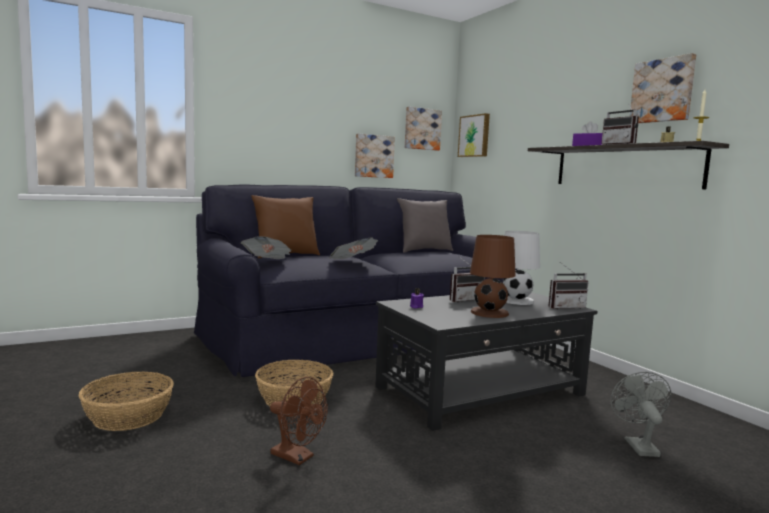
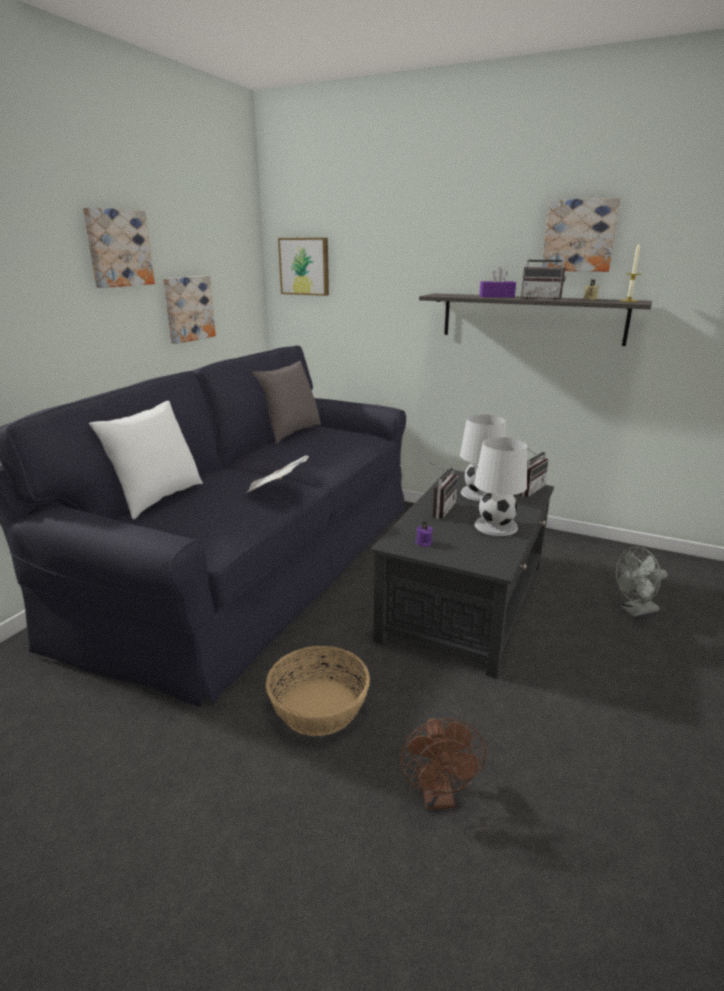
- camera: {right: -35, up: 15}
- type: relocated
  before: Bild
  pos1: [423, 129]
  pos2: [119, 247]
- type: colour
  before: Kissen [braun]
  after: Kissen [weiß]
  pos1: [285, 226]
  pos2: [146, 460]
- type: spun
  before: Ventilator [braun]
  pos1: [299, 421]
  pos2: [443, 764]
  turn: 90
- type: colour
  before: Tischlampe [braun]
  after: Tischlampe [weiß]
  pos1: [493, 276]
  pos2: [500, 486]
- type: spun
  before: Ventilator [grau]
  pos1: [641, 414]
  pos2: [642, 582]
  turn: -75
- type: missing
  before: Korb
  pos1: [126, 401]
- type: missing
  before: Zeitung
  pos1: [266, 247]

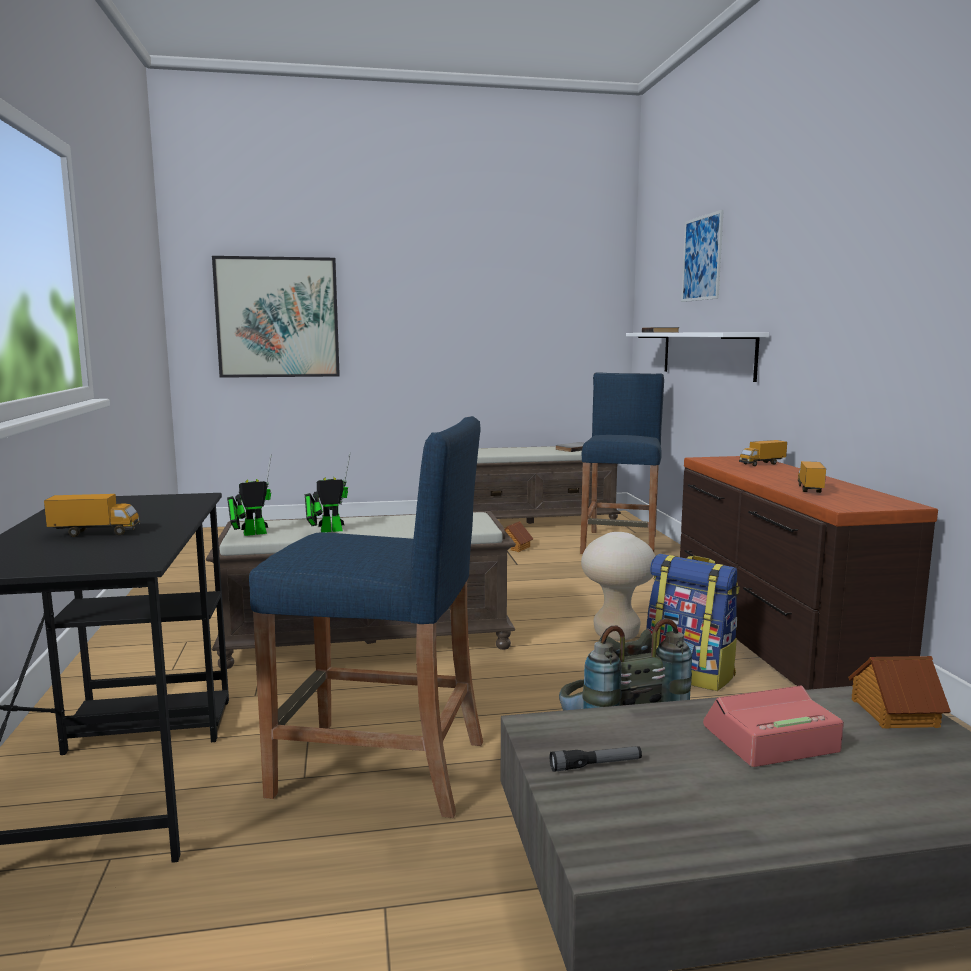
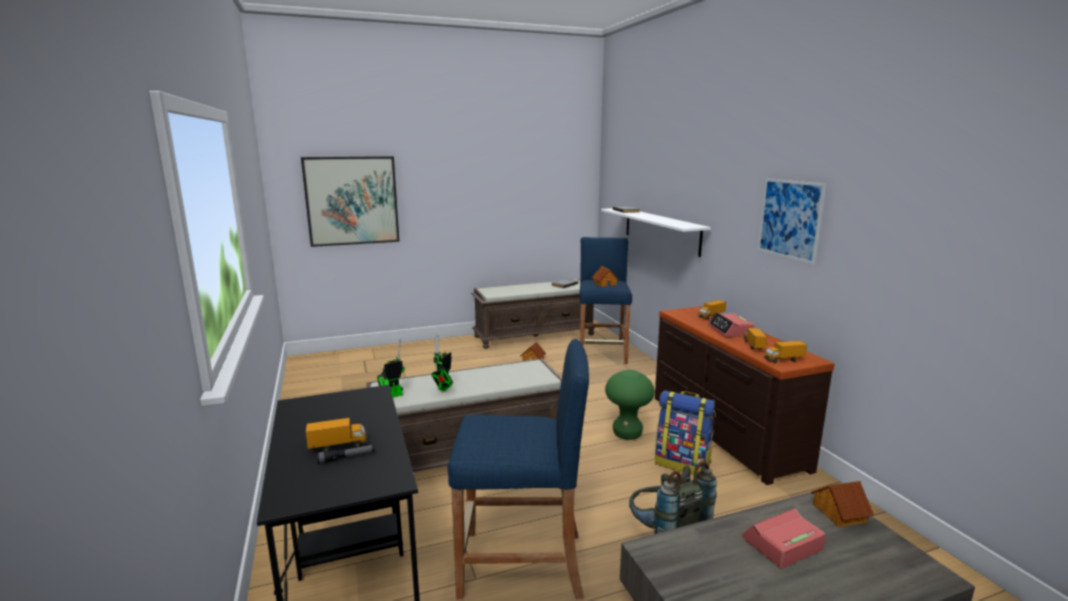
- camera: {right: -10, up: 5}
- type: relocated
  before: Taschenlampe
  pos1: [596, 759]
  pos2: [345, 454]
- type: spun
  before: Spielzeugroboter
  pos1: [327, 492]
  pos2: [442, 362]
  turn: -45
- type: appeared
  after: Spielzeughaus
  pos2: [605, 276]
- type: colour
  before: Hocker [beige]
  after: Hocker [grün]
  pos1: [618, 586]
  pos2: [630, 405]
- type: appeared
  after: Wecker
  pos2: [731, 324]
- type: relocated
  before: Bild
  pos1: [702, 256]
  pos2: [792, 221]
- type: appeared
  after: Spielzeuglaster
  pos2: [785, 351]

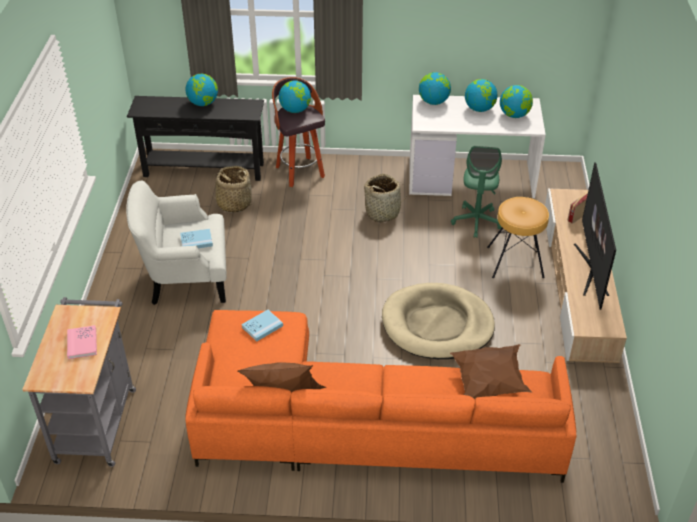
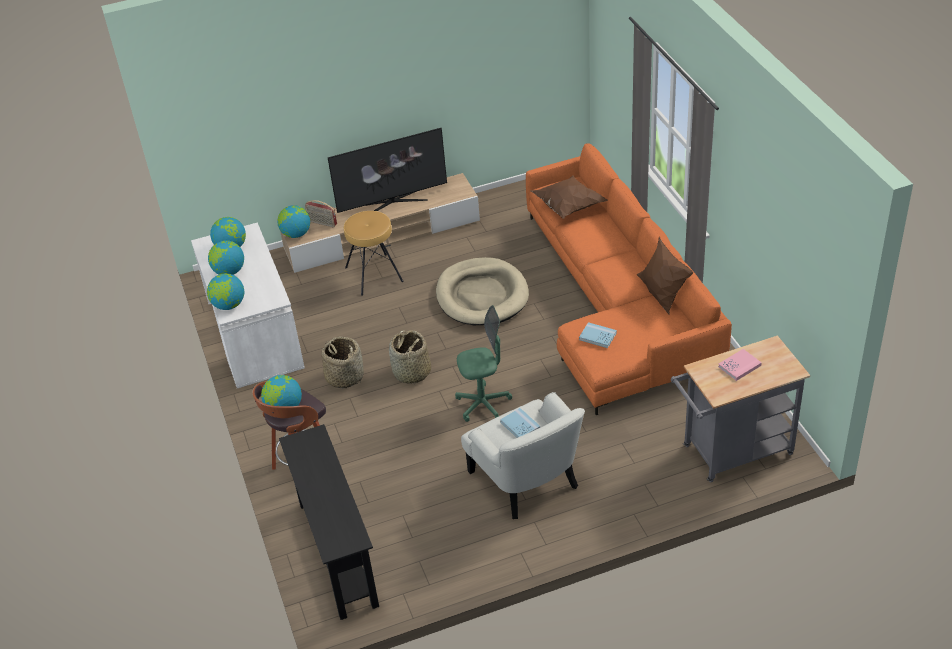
- camera: {right: -110, up: 0}
- type: relocated
  before: Globus
  pos1: [202, 90]
  pos2: [293, 221]
- type: relocated
  before: Korb
  pos1: [232, 189]
  pos2: [410, 357]
- type: relocated
  before: Bürostuhl [grün]
  pos1: [476, 191]
  pos2: [483, 363]

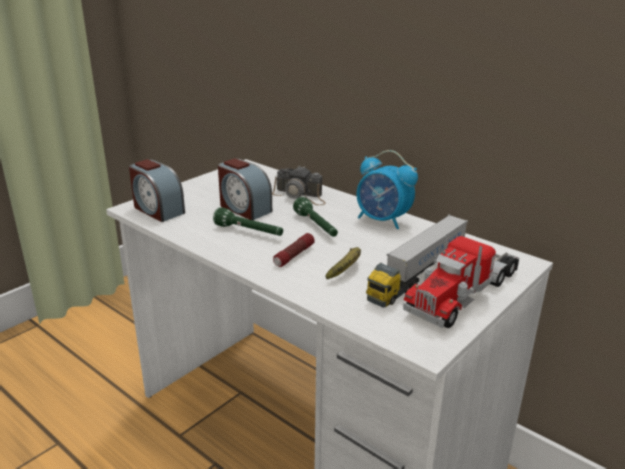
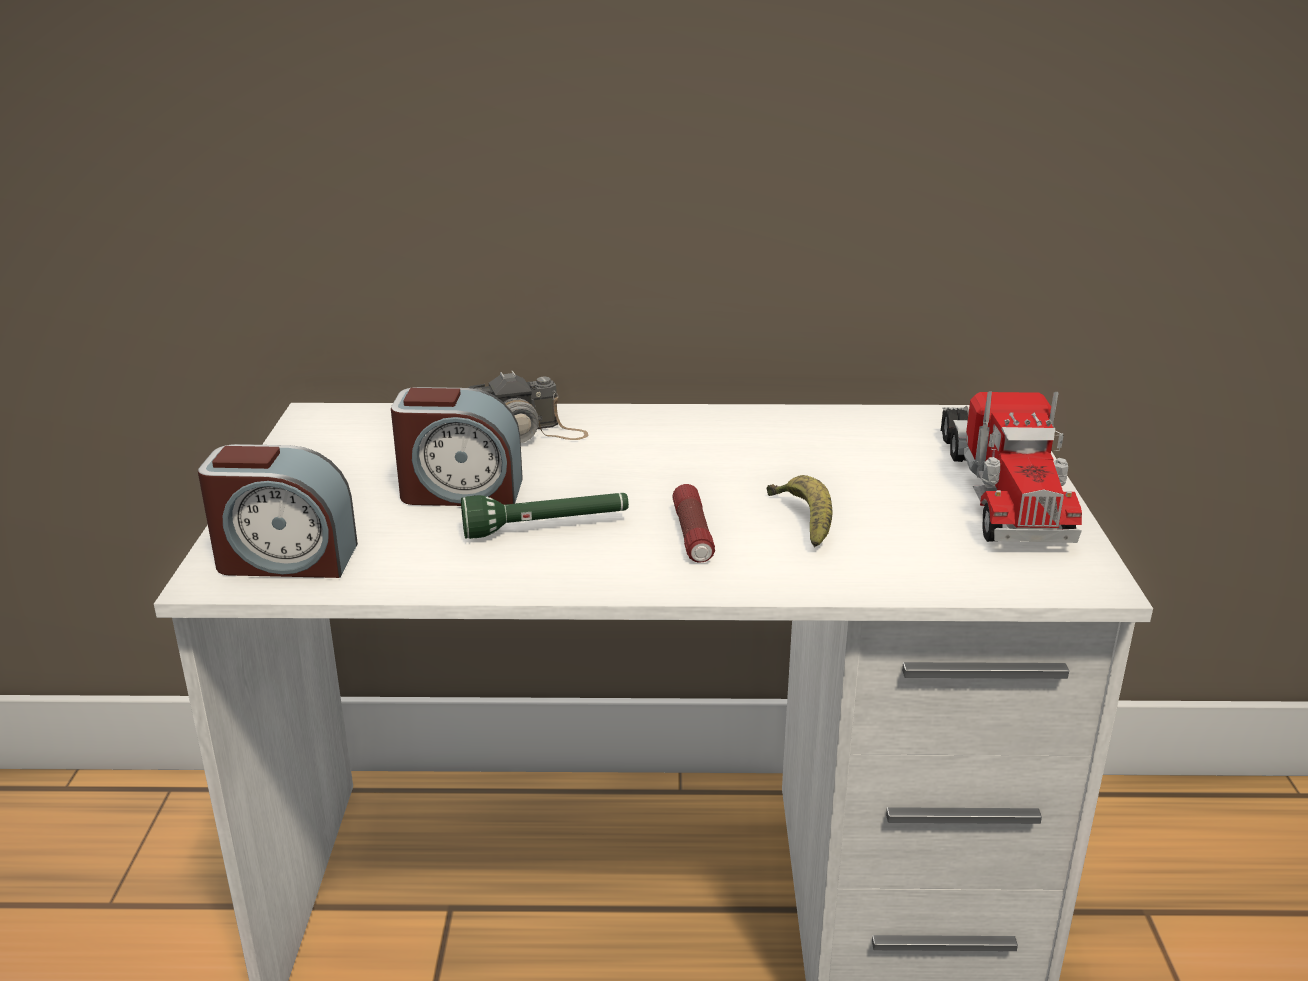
- camera: {right: -40, up: 0}
- type: missing
  before: Taschenlampe [grün]
  pos1: [315, 217]
- type: missing
  before: Wecker
  pos1: [387, 189]
- type: missing
  before: Spielzeuglaster
  pos1: [417, 261]

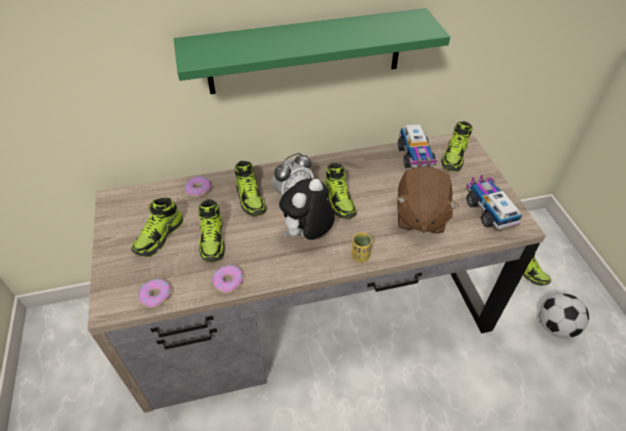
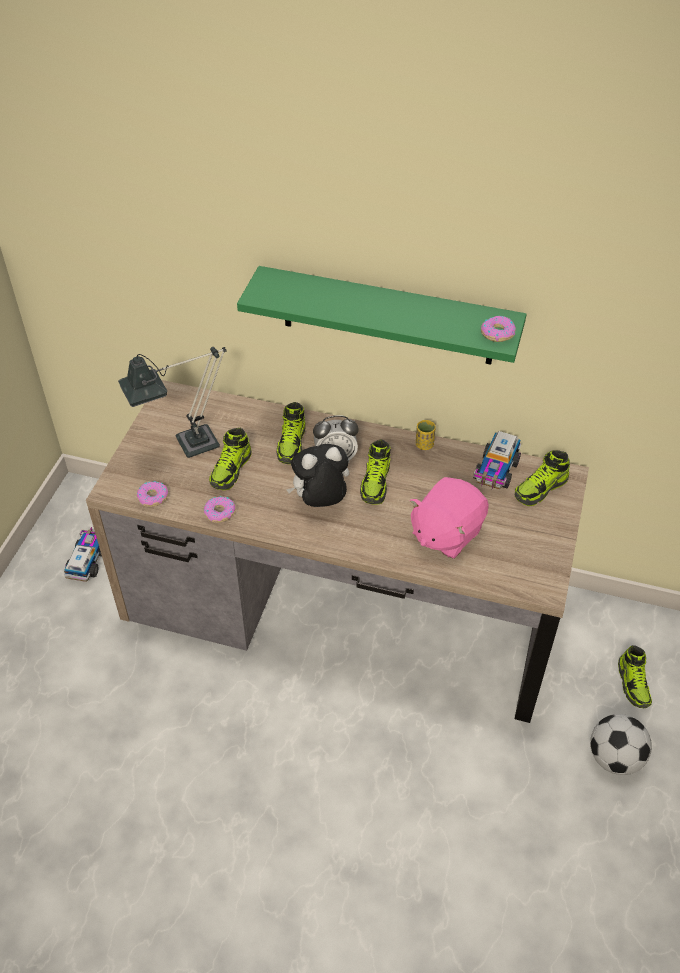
- camera: {right: 30, up: 0}
- type: relocated
  before: Spielzeuglaster
  pos1: [494, 203]
  pos2: [83, 554]
- type: exchanged
  before: Schuh
  after: Tischlampe
  pos1: [157, 227]
  pos2: [172, 402]
- type: colour
  before: Plüschtier [braun]
  after: Plüschtier [rosa]
  pos1: [427, 200]
  pos2: [449, 518]
- type: relocated
  before: Tasse [gelb]
  pos1: [362, 248]
  pos2: [426, 435]
- type: relocated
  before: Donut
  pos1: [197, 187]
  pos2: [498, 329]

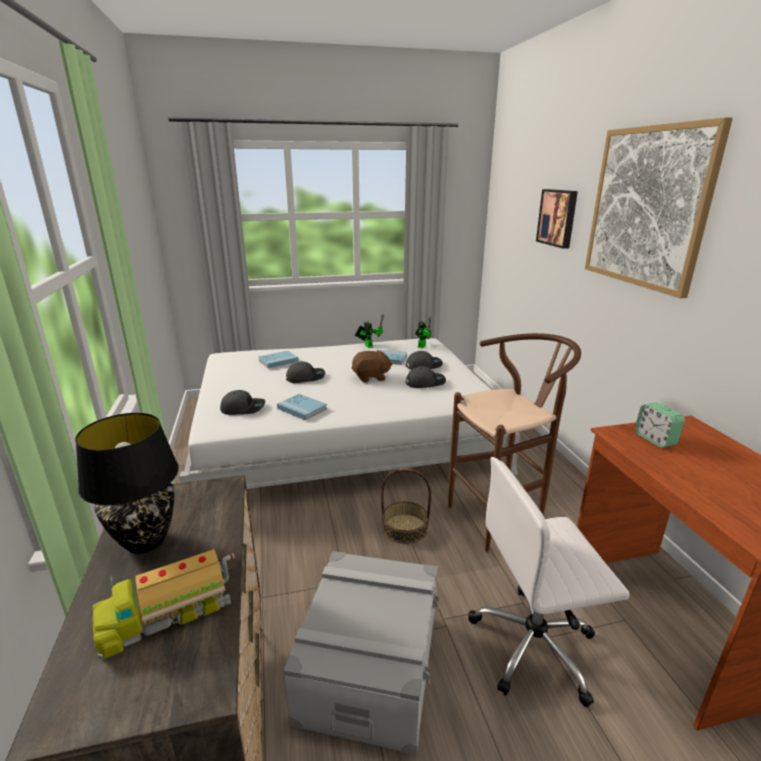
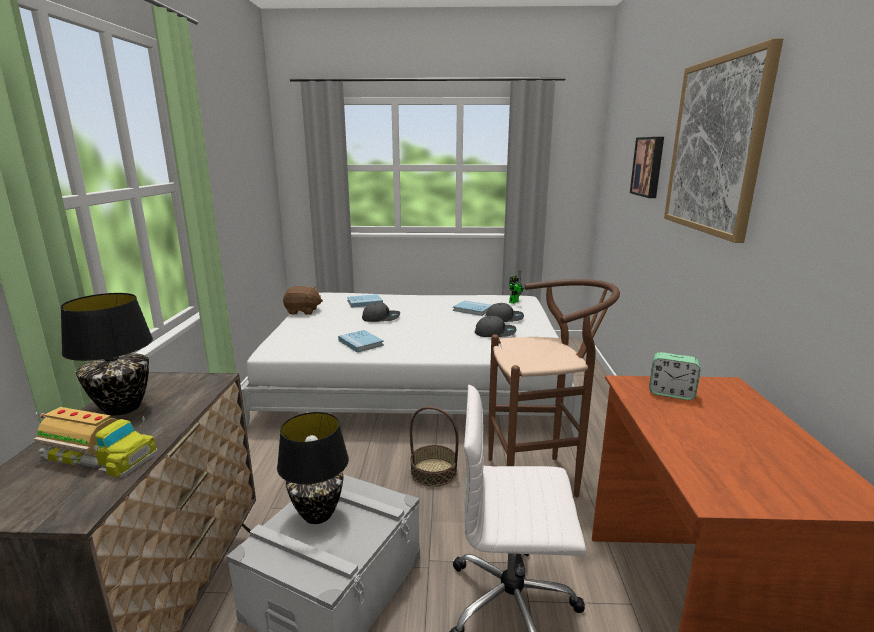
- camera: {right: 15, up: -5}
- type: spun
  before: Spielzeuglaster
  pos1: [163, 604]
  pos2: [95, 442]
  turn: -150
- type: appeared
  after: Tischlampe [schwarz]
  pos2: [313, 468]
- type: relocated
  before: Plüschtier [braun]
  pos1: [372, 366]
  pos2: [303, 300]
- type: spun
  before: Wecker
  pos1: [660, 425]
  pos2: [675, 376]
  turn: -60
- type: missing
  before: Kappe [grau]
  pos1: [242, 402]
- type: missing
  before: Spielzeugroboter
  pos1: [369, 331]

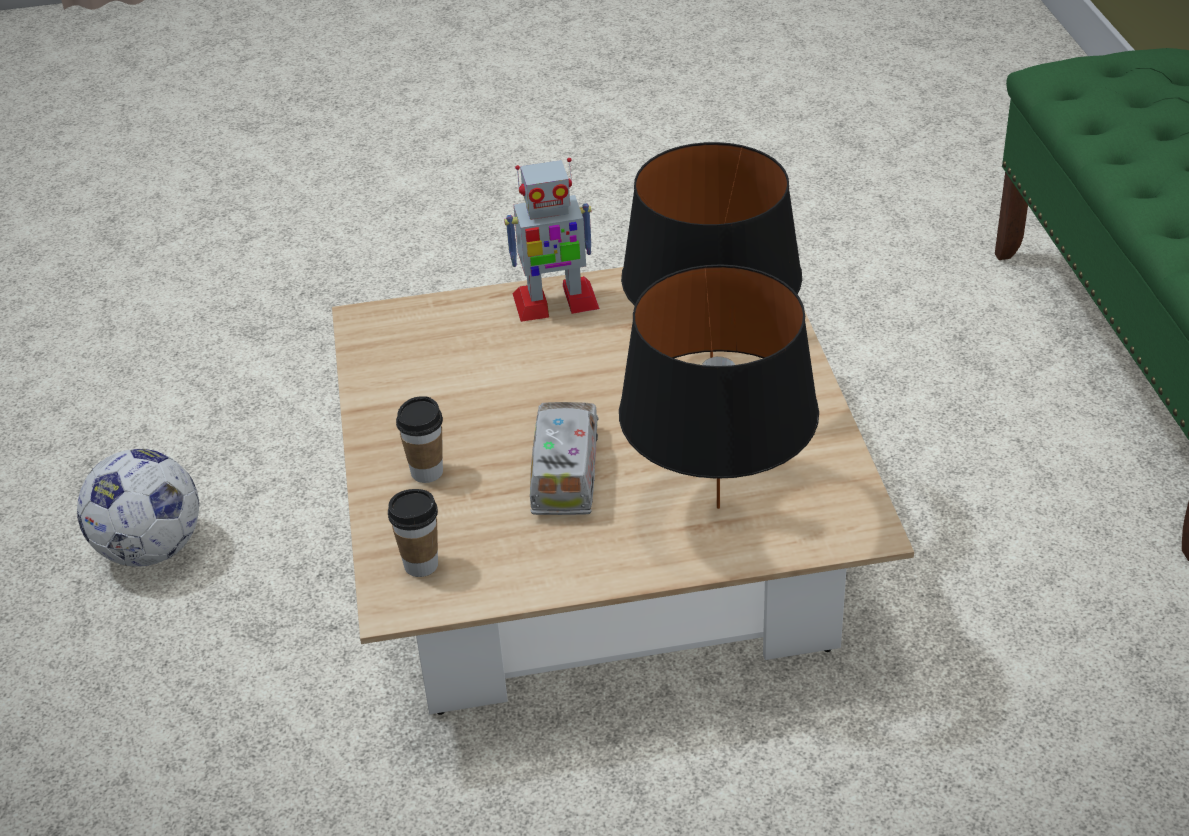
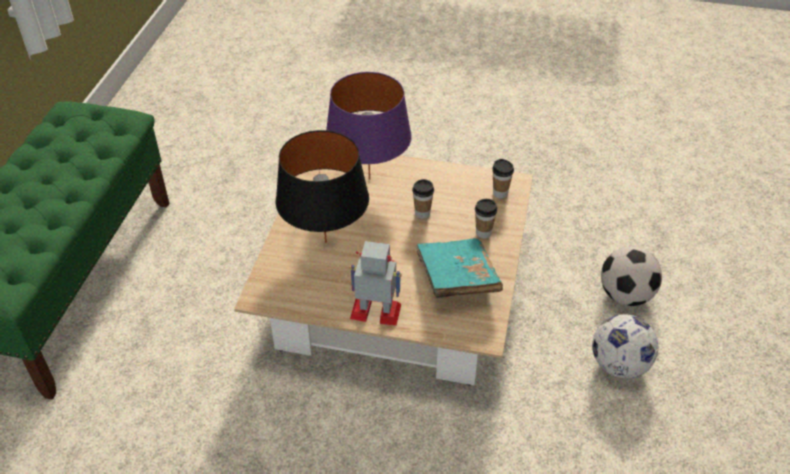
- camera: {right: -160, up: 5}
- type: colour
  before: Tischlampe [schwarz]
  after: Tischlampe [lila]
  pos1: [719, 386]
  pos2: [369, 126]
- type: exchanged
  before: Spielzeuglaster
  after: Tasse
  pos1: [564, 458]
  pos2: [423, 199]
- type: appeared
  after: Buch [türkis]
  pos2: [459, 268]
- type: appeared
  after: Fußball
  pos2: [631, 276]

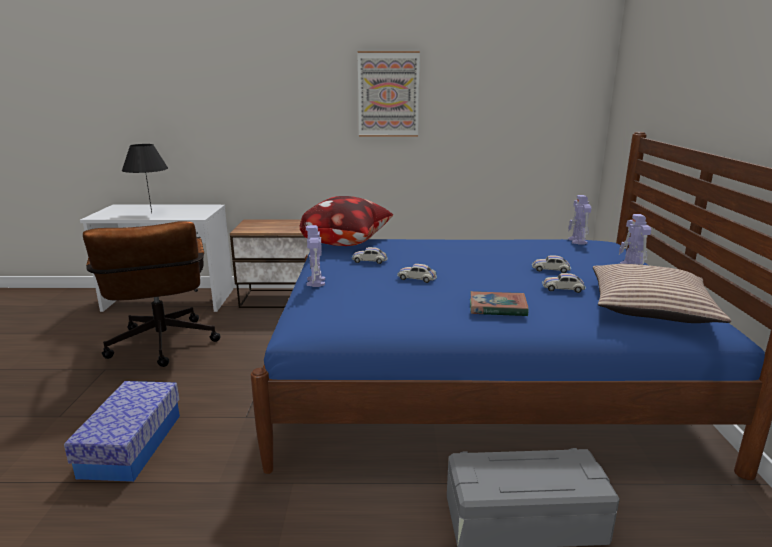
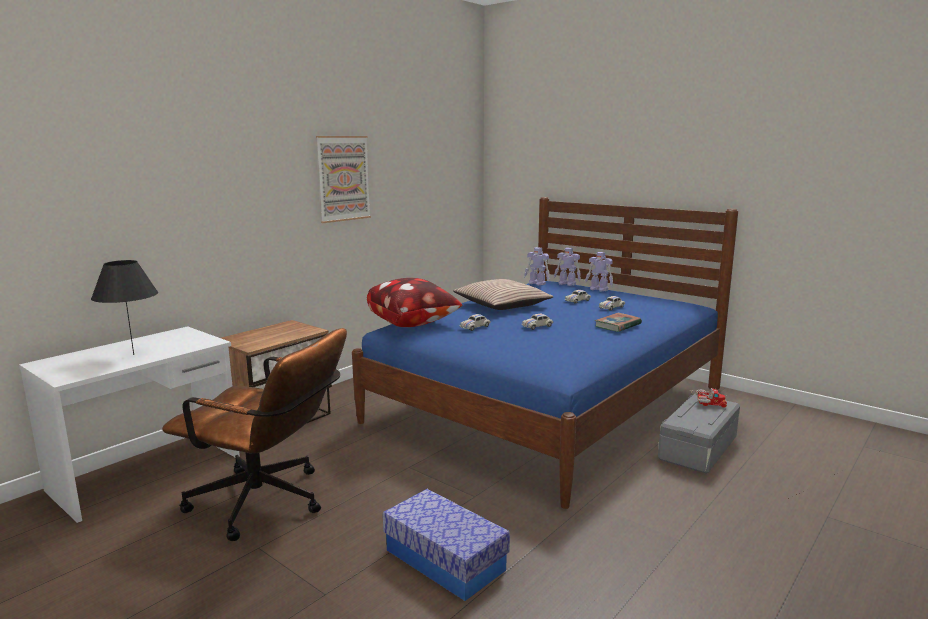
- camera: {right: -50, up: -5}
- type: relocated
  before: Kissen
  pos1: [662, 293]
  pos2: [503, 294]
- type: relocated
  before: Spielzeugroboter
  pos1: [315, 256]
  pos2: [567, 267]
- type: appeared
  after: Spielzeuglaster
  pos2: [708, 397]

